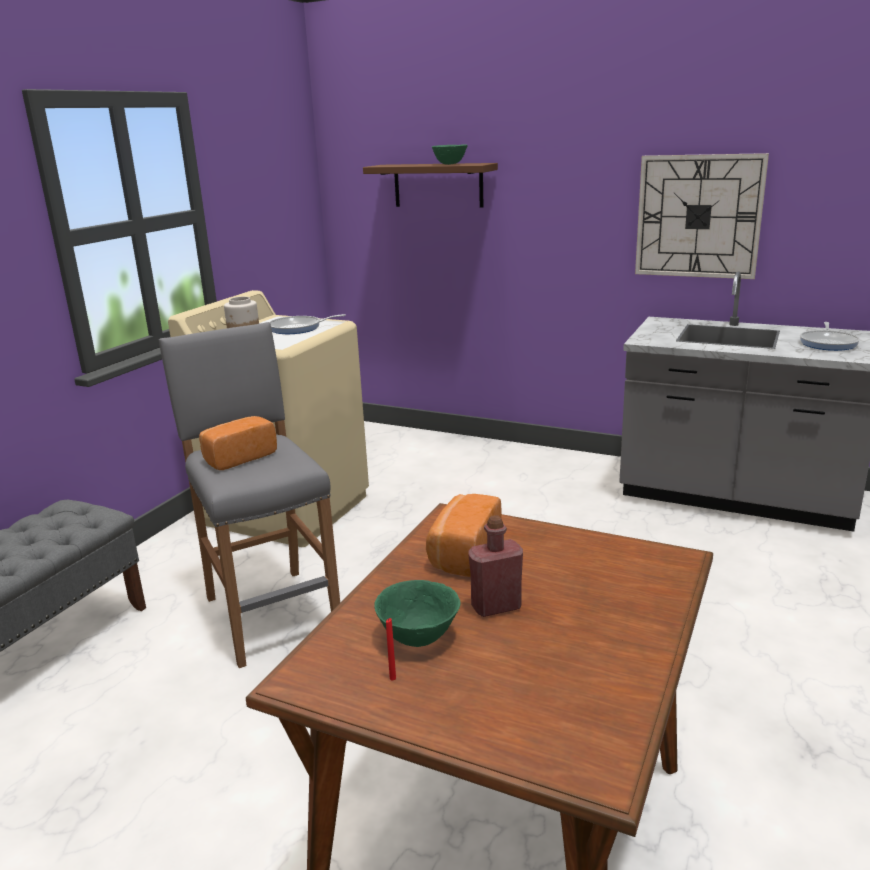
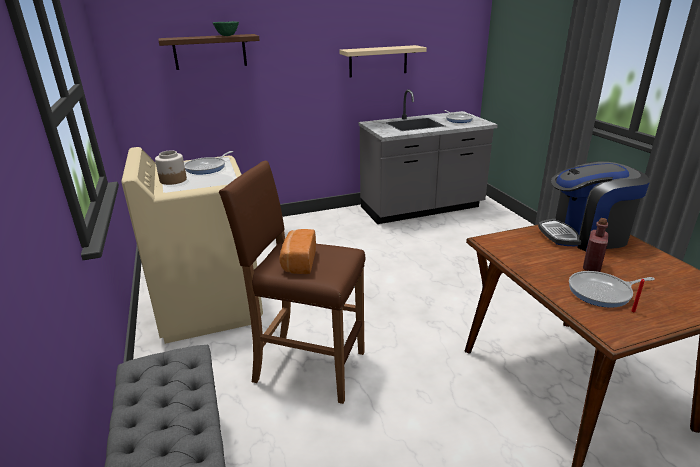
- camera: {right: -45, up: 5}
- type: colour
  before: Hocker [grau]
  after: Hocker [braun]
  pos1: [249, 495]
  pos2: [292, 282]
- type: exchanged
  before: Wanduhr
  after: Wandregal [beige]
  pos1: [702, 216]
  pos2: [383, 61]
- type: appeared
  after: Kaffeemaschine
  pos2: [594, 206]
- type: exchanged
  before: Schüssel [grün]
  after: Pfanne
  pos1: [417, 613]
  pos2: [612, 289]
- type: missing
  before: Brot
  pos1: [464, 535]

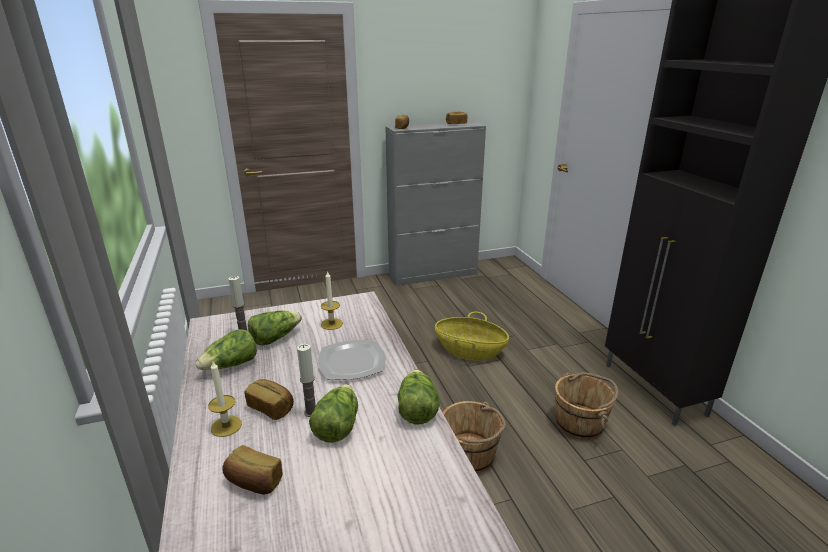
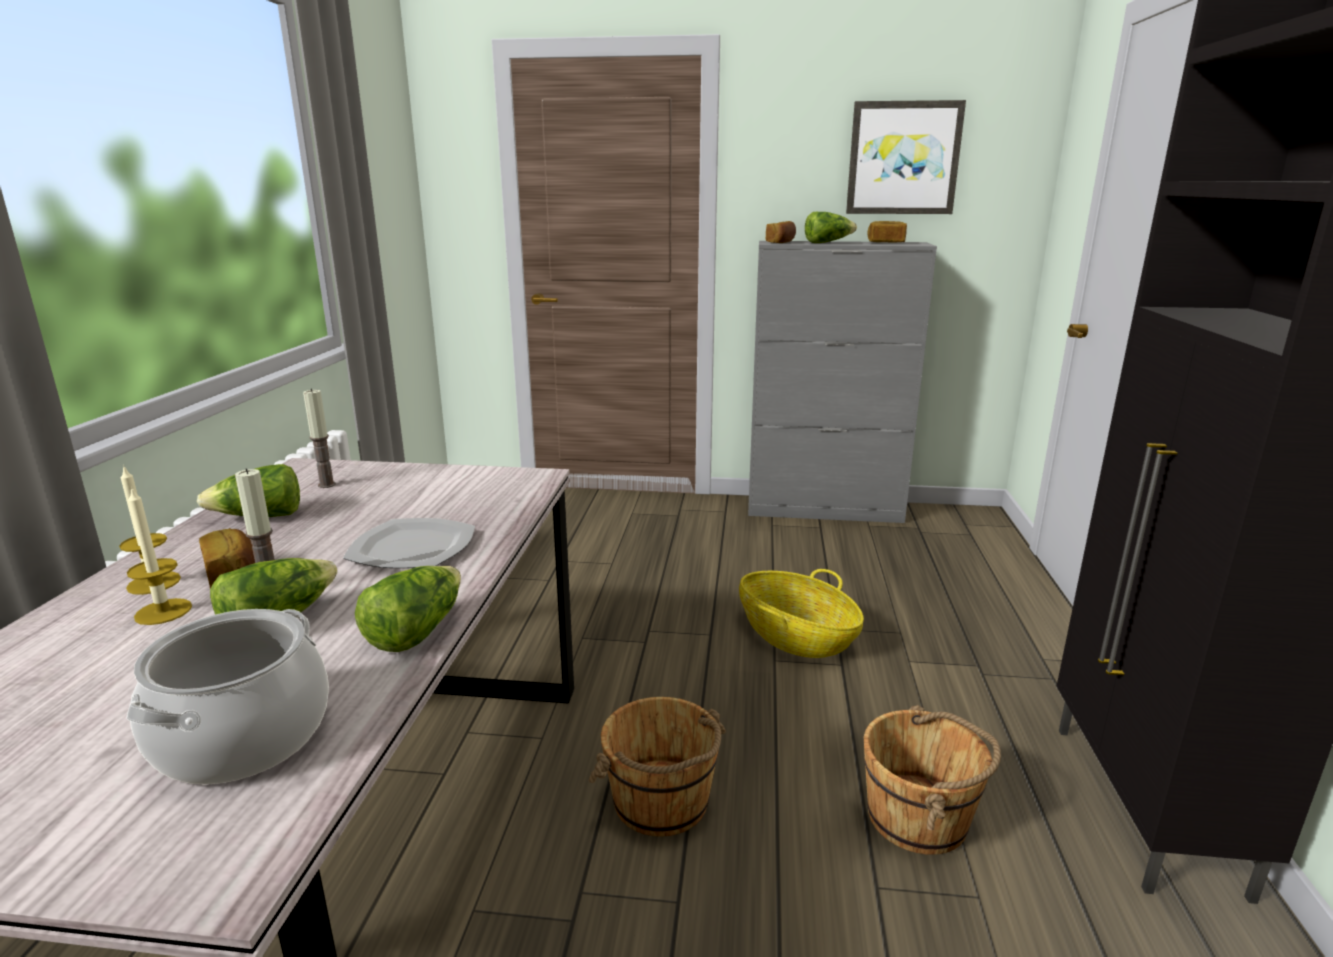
- camera: {right: 25, up: -5}
- type: appeared
  after: Kochtopf
  pos2: [227, 697]
- type: relocated
  before: Kerze
  pos1: [332, 300]
  pos2: [159, 555]
- type: relocated
  before: Salatkopf
  pos1: [275, 328]
  pos2: [831, 227]
- type: appeared
  after: Bild
  pos2: [906, 157]
- type: missing
  before: Brot
  pos1: [252, 469]

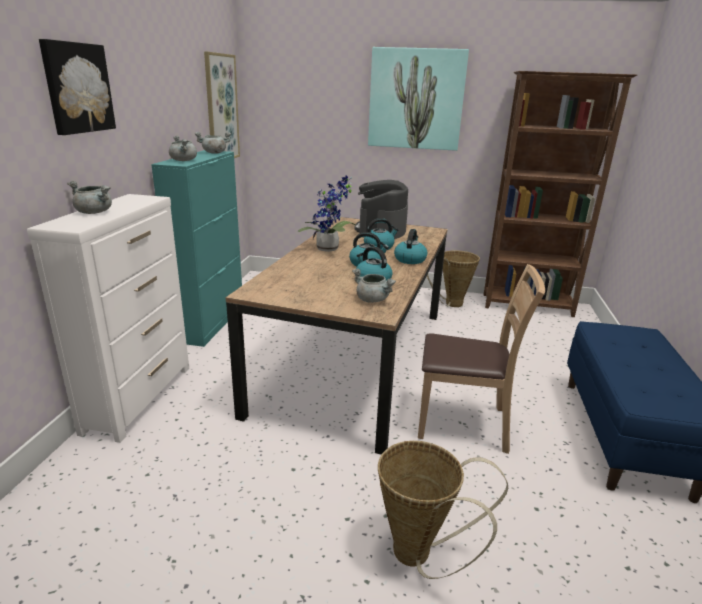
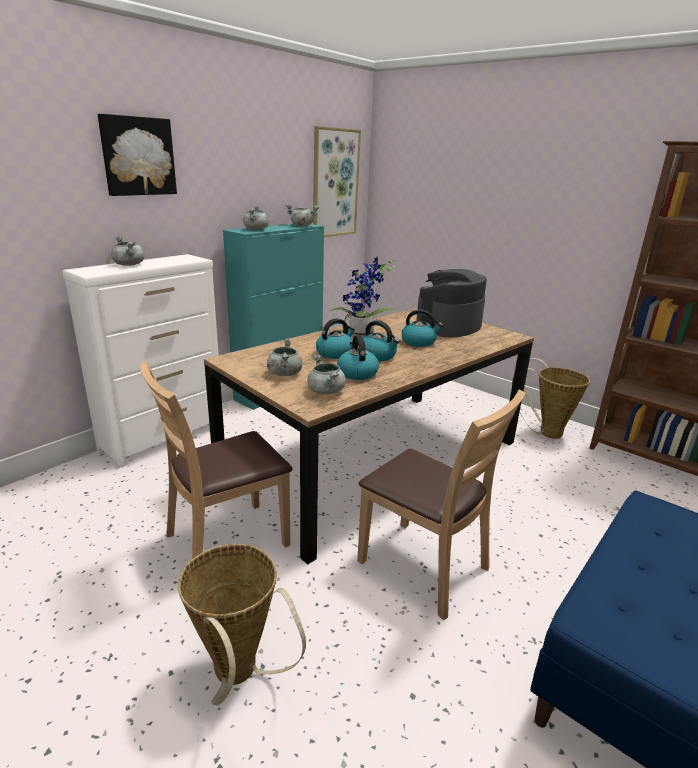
- camera: {right: 30, up: 0}
- type: appeared
  after: Stuhl [braun]
  pos2: [216, 460]
- type: appeared
  after: Kochtopf [grau]
  pos2: [285, 357]
- type: relocated
  before: Wasserkessel
  pos1: [410, 246]
  pos2: [335, 338]
- type: missing
  before: Bild
  pos1: [418, 99]

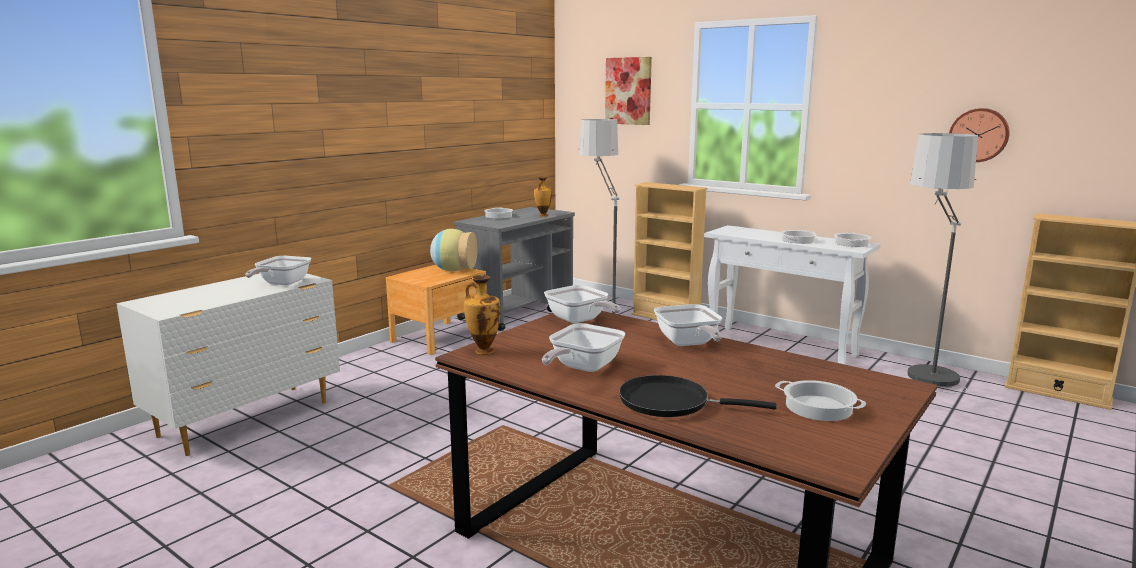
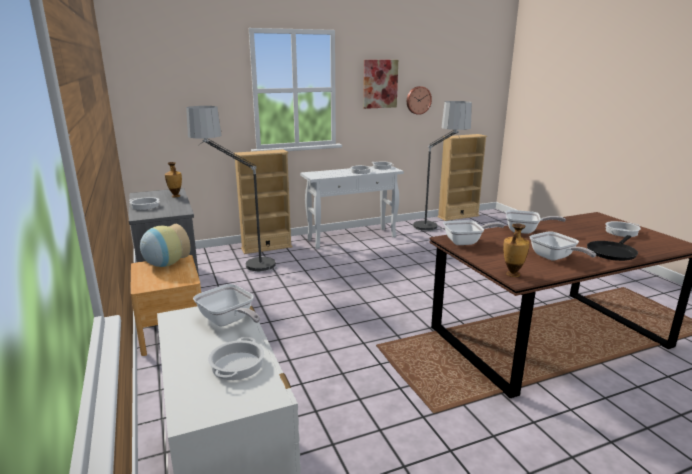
- camera: {right: -60, up: 5}
- type: appeared
  after: Kochtopf
  pos2: [236, 358]
- type: relocated
  before: Bild
  pos1: [628, 91]
  pos2: [380, 84]

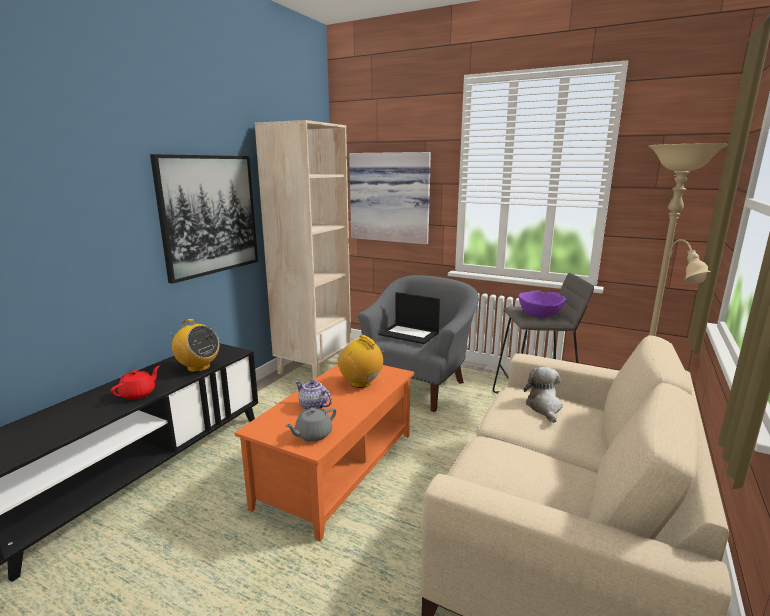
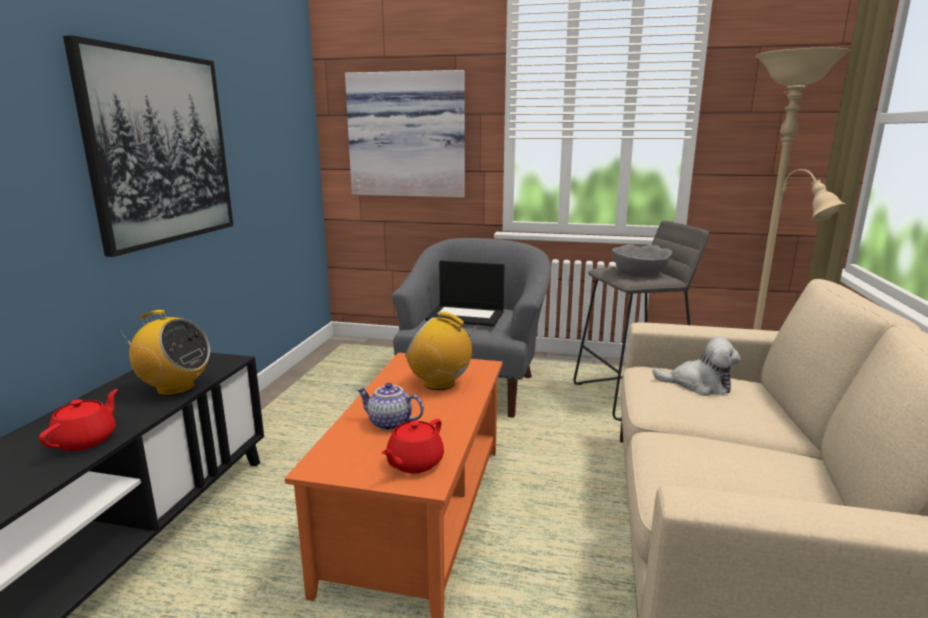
- camera: {right: -15, up: 0}
- type: colour
  before: Teekanne [grau]
  after: Teekanne [rot]
  pos1: [310, 425]
  pos2: [413, 446]
- type: colour
  before: Schüssel [lila]
  after: Schüssel [grau]
  pos1: [542, 303]
  pos2: [642, 260]
- type: spun
  before: Plüschtier
  pos1: [543, 395]
  pos2: [697, 366]
  turn: 120
- type: missing
  before: Bücherregal [beige]
  pos1: [303, 250]

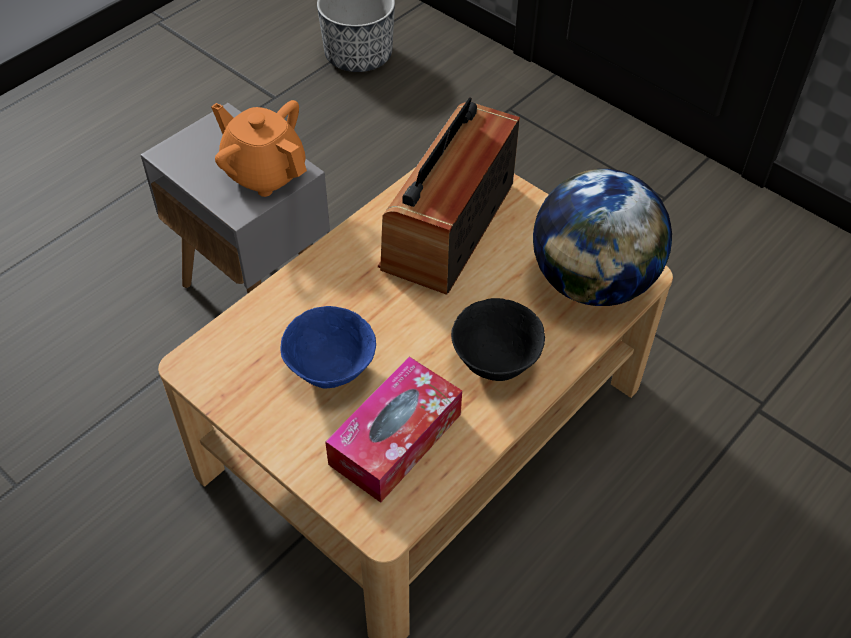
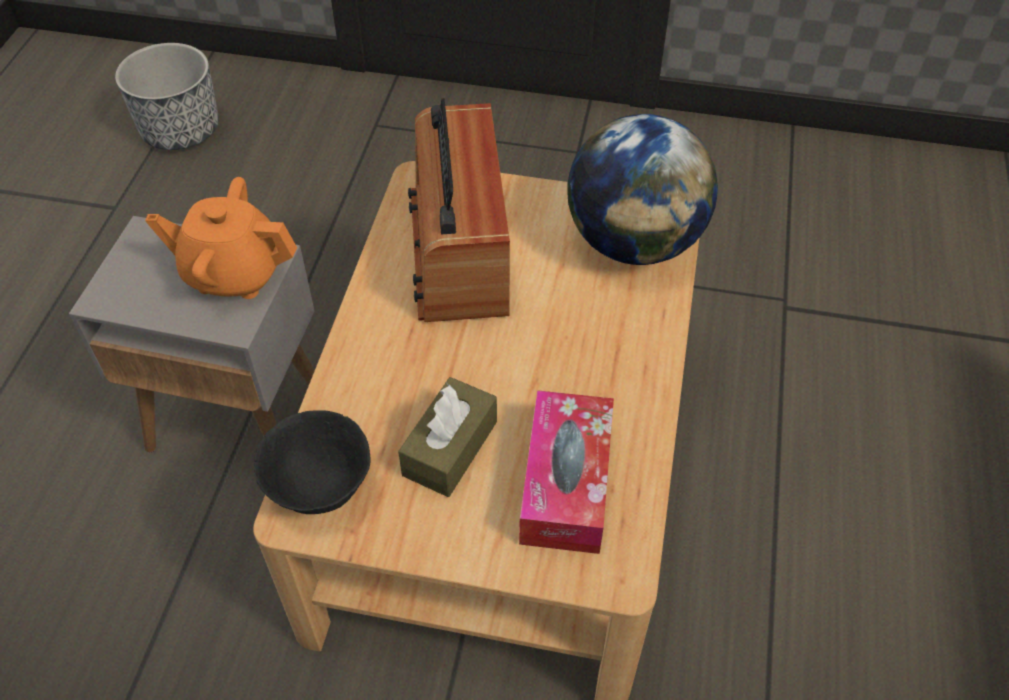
- camera: {right: -30, up: 0}
- type: relocated
  before: Schüssel [schwarz]
  pos1: [498, 339]
  pos2: [312, 462]
- type: exchanged
  before: Schüssel [blau]
  after: Taschentuchbox [braun]
  pos1: [328, 347]
  pos2: [447, 437]

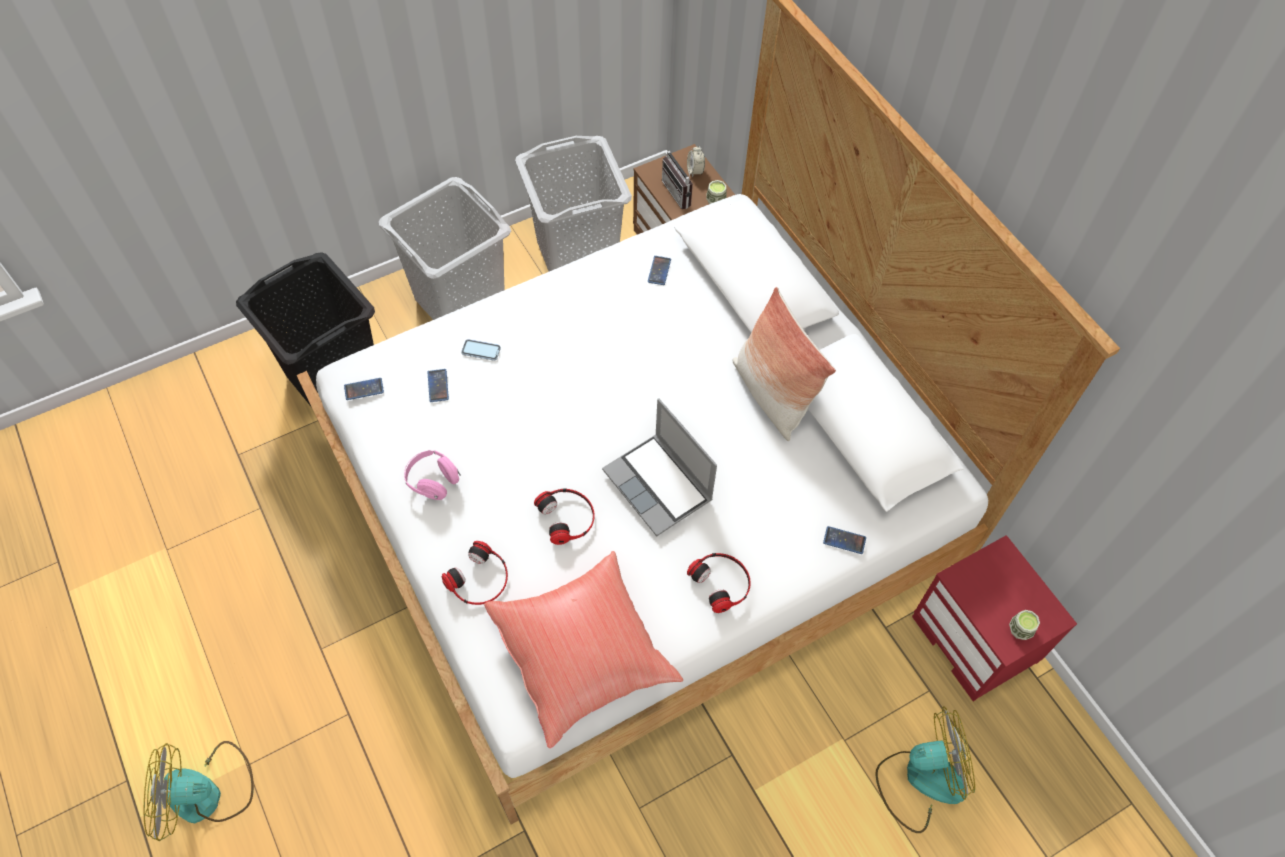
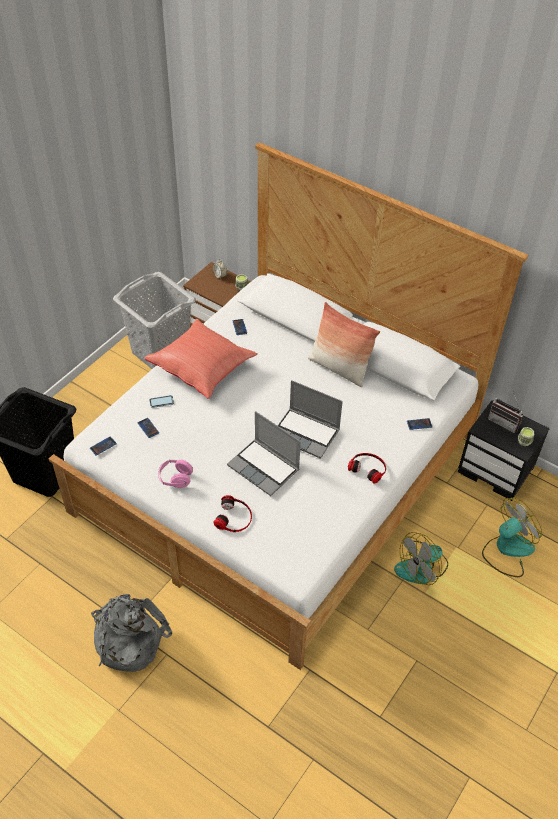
- camera: {right: -25, up: -10}
- type: appeared
  after: Rucksack [grau]
  pos2: [131, 633]
- type: relocated
  before: Kissen [rot]
  pos1: [583, 649]
  pos2: [201, 359]
- type: exchanged
  before: Kopfhörer
  after: Laptop
  pos1: [564, 516]
  pos2: [264, 453]
- type: relocated
  before: Ventilator
  pos1: [199, 791]
  pos2: [421, 558]
- type: colour
  before: Nachttisch [rot]
  after: Nachttisch [schwarz]
  pos1: [994, 618]
  pos2: [504, 450]
- type: relocated
  before: Radio
  pos1: [677, 180]
  pos2: [505, 412]
- type: missing
  before: Wäschekorb [grau]
  pos1: [445, 248]

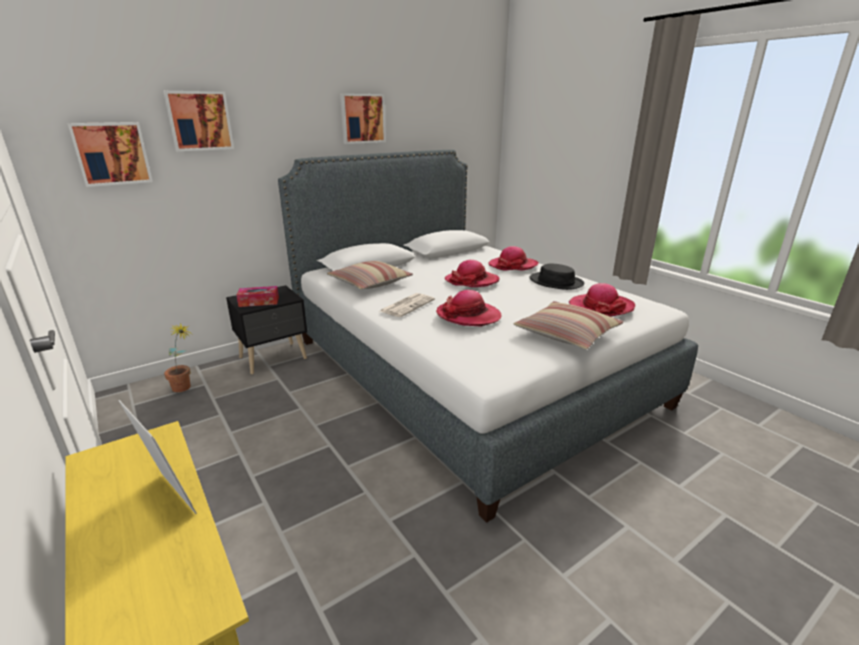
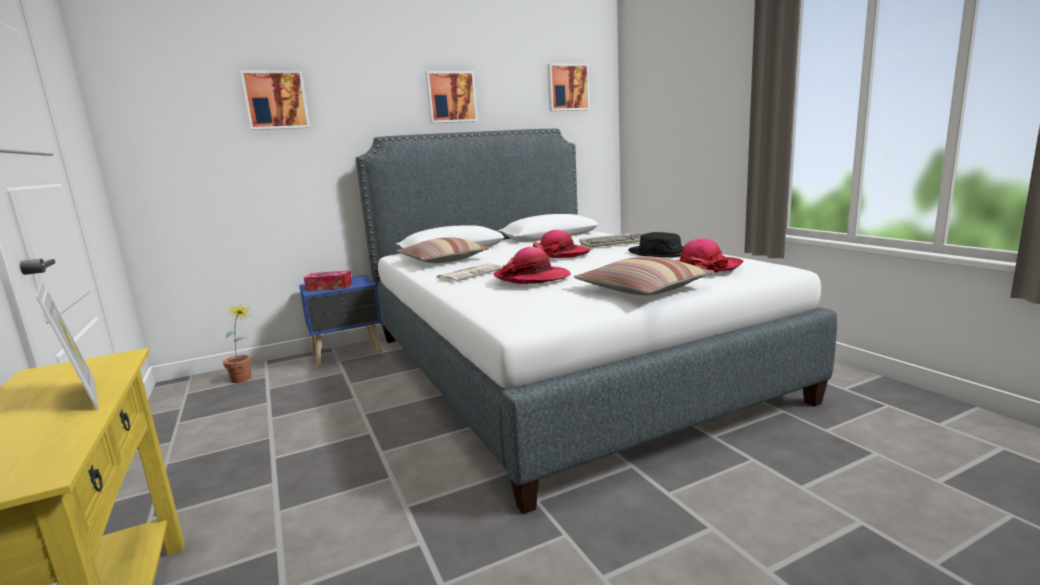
- camera: {right: 10, up: -10}
- type: colour
  before: Nachttisch [schwarz]
  after: Nachttisch [blau]
  pos1: [266, 329]
  pos2: [341, 321]
- type: relocated
  before: Bild
  pos1: [110, 154]
  pos2: [568, 87]
- type: exchanged
  before: Hut
  after: Tastatur
  pos1: [513, 258]
  pos2: [611, 240]

